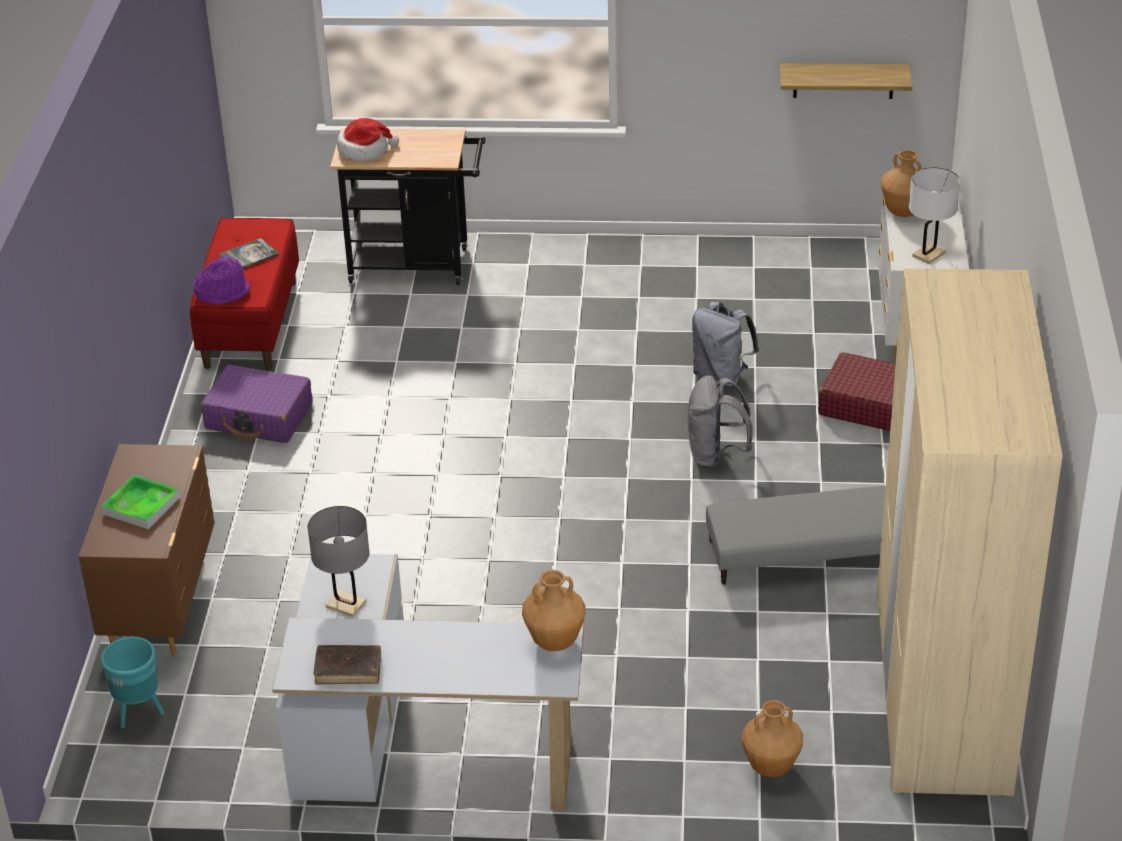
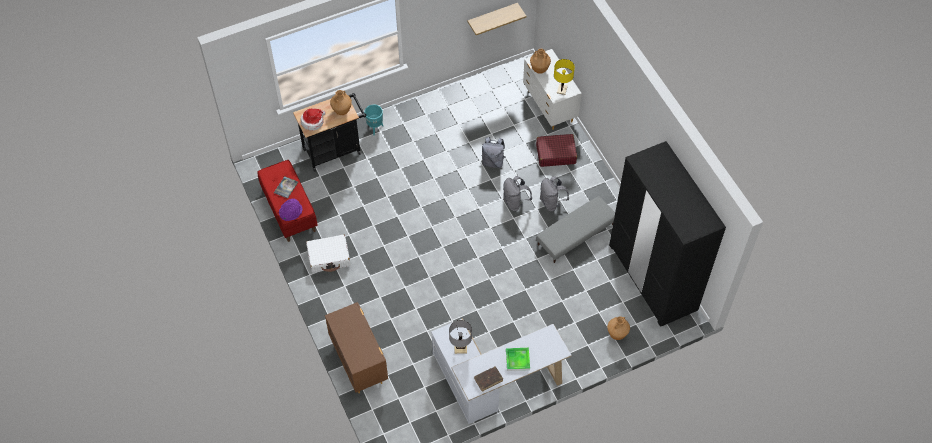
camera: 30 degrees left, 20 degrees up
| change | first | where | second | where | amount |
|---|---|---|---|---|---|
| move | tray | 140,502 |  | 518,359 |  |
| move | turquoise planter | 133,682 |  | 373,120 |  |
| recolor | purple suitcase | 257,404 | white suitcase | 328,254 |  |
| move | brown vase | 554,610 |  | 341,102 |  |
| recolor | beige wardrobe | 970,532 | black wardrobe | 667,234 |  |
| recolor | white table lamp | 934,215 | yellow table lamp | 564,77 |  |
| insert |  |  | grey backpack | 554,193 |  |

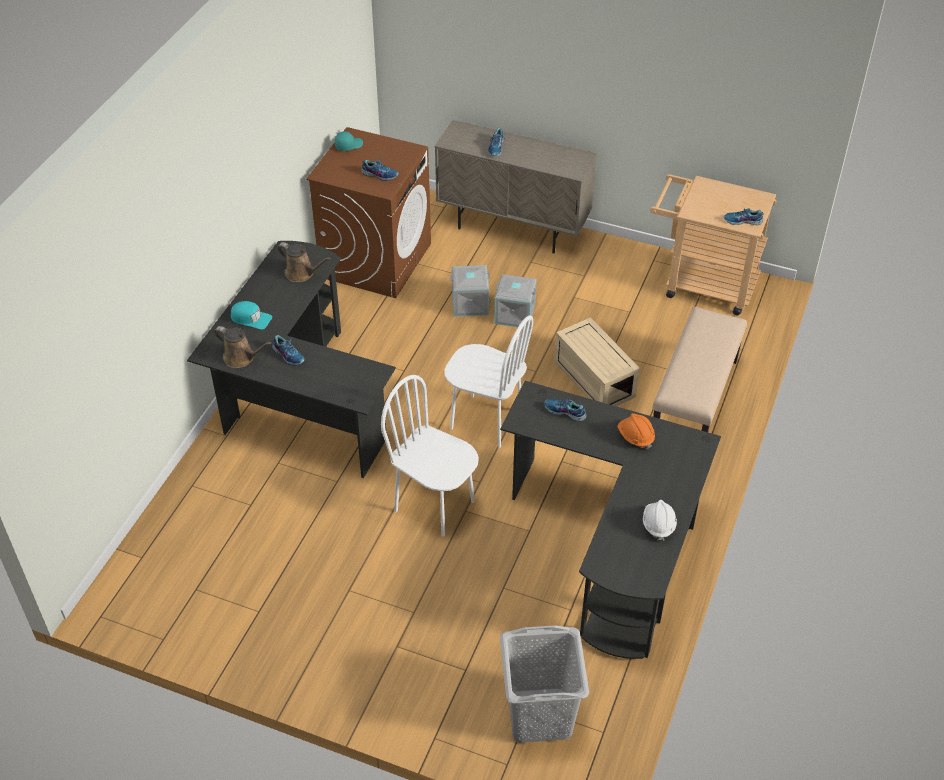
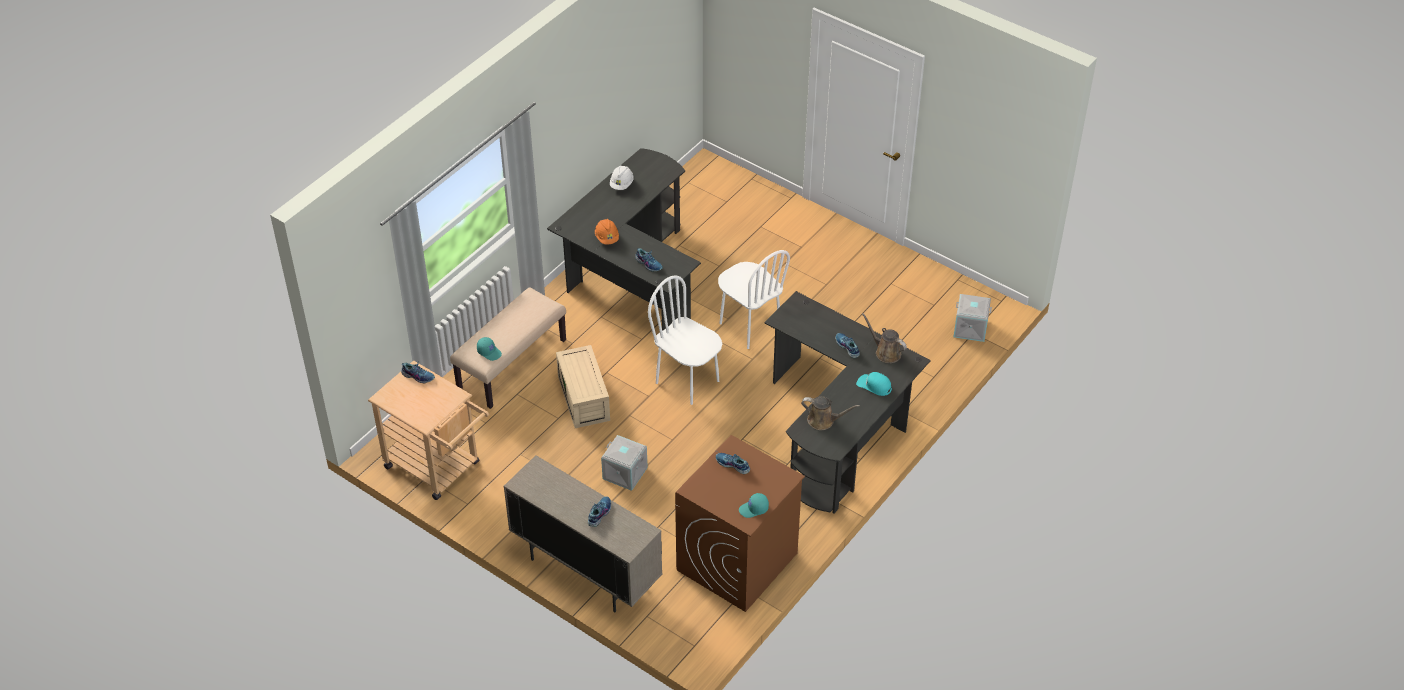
camera: 165 degrees left, 0 degrees up
| change | first | where | second | where | amount |
|---|---|---|---|---|---|
| rotate | brown watering can | 304,262 |  | 830,413 | 150 degrees clockwise |
| move | grey storage box | 470,291 |  | 972,318 |  |
| delete | grey laundry basket | 544,684 |  |  |  |
| insert |  |  | turquoise cap | 489,349 |  |

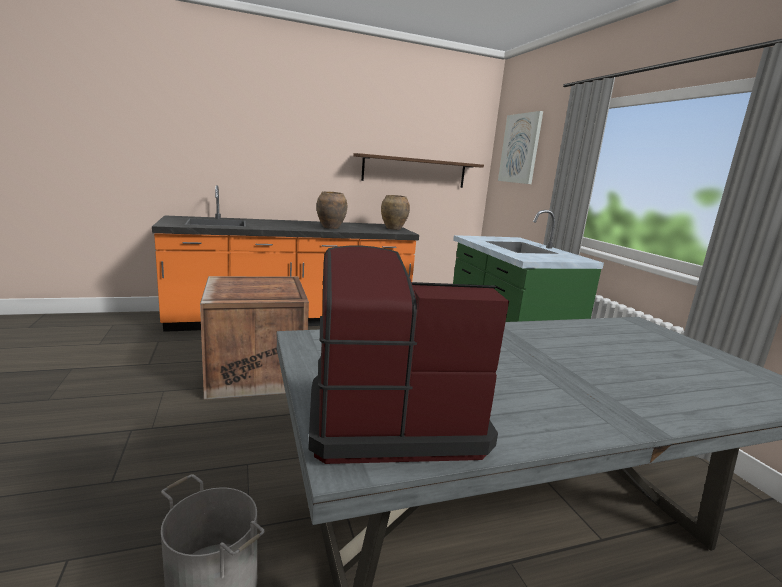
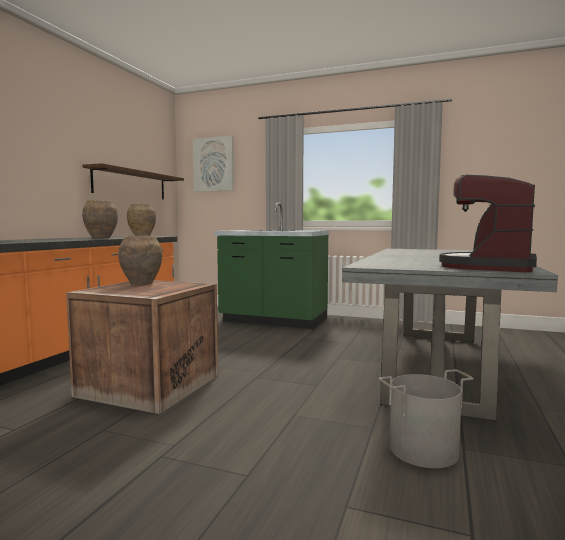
camera: 50 degrees left, 10 degrees down
| change | first | where | second | where | amount |
|---|---|---|---|---|---|
| insert |  |  | brown vase | 140,260 |  |

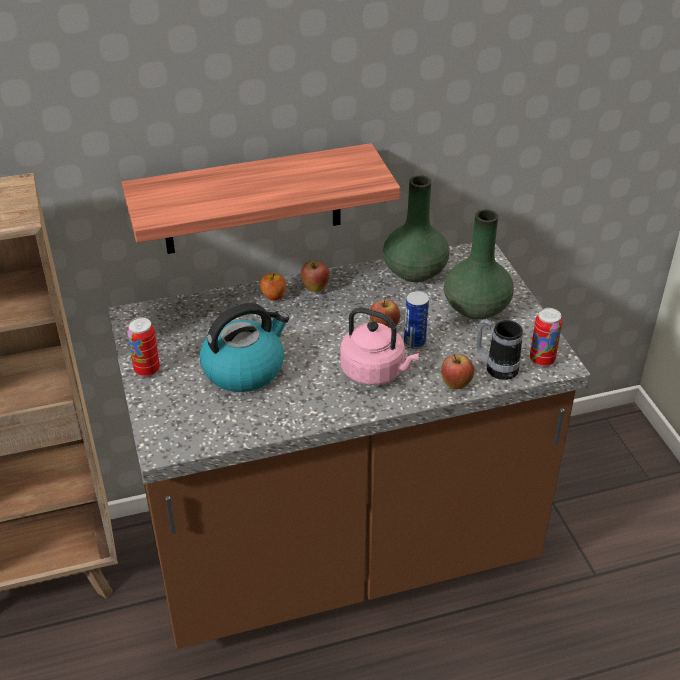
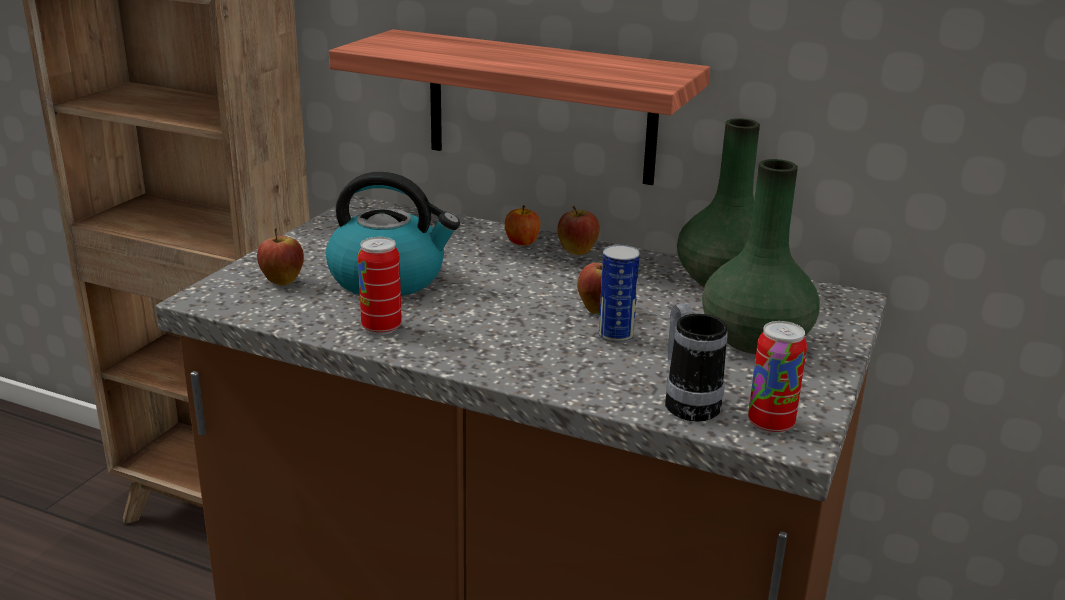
camera: 40 degrees right, 15 degrees down
| change | first | where | second | where | amount |
|---|---|---|---|---|---|
| move | can | 143,347 |  | 380,286 |  |
| delete | pink kettle | 379,346 |  |  |  |
| move | apple | 457,371 |  | 280,257 |  |

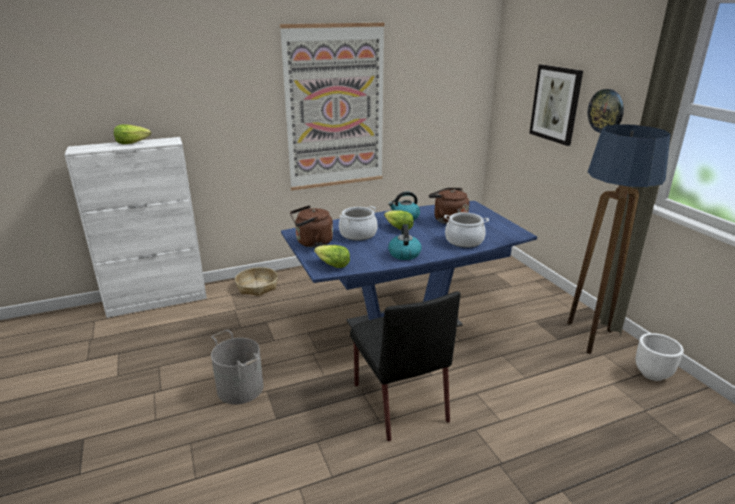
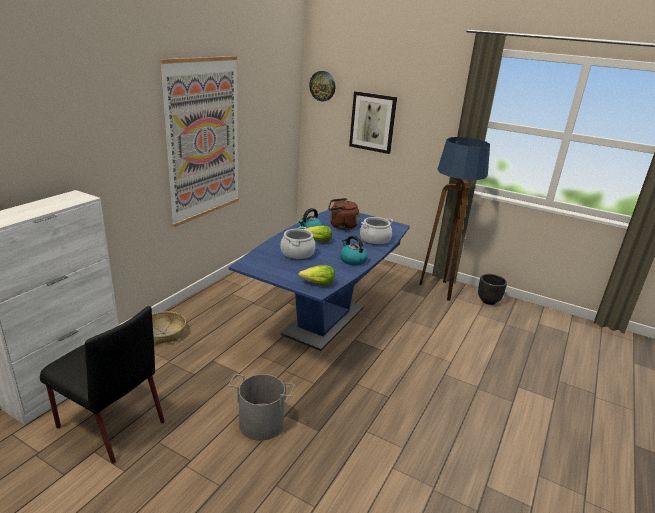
camera: 40 degrees left, 0 degrees up
| change | first | where | second | where | amount |
|---|---|---|---|---|---|
| delete | lettuce | 132,134 |  |  |  |
| delete | brown kettle | 311,226 |  |  |  |
| move | black chair | 405,366 |  | 102,385 |  |
| move | wall clock | 606,111 |  | 322,86 |  |
| recolor | white planter | 660,357 | black planter | 492,289 |  |

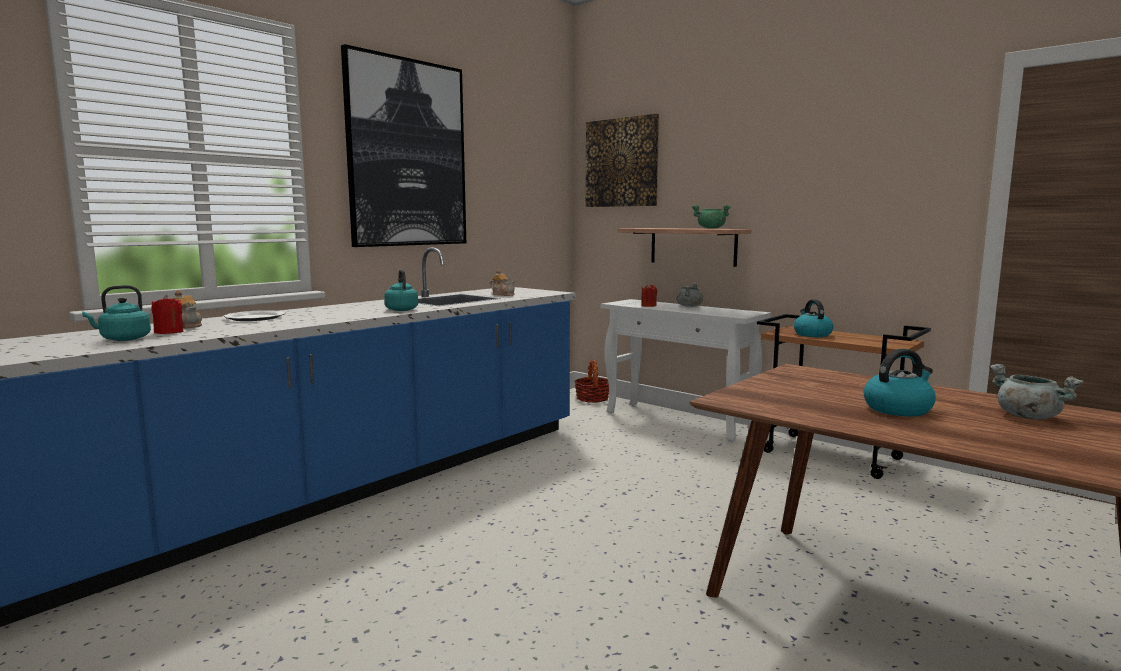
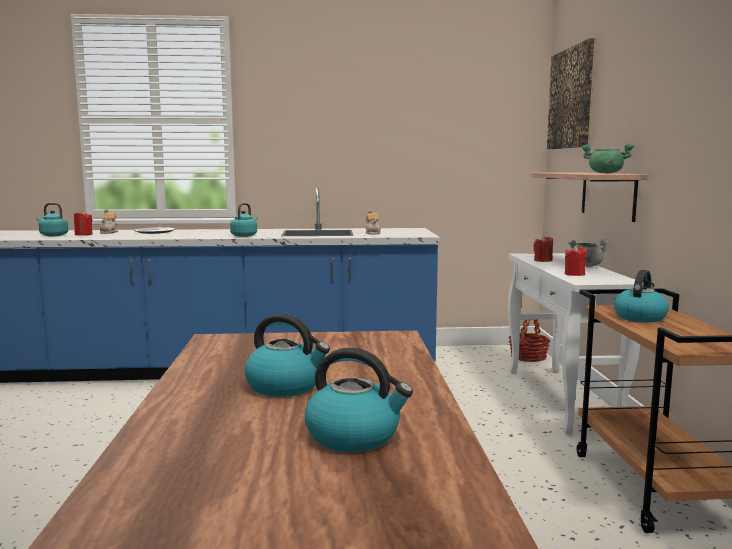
camera: 45 degrees right, 0 degrees up
| change | first | where | second | where | amount |
|---|---|---|---|---|---|
| delete | picture | 403,145 |  |  |  |
| replace | grey cooking pot | 1036,392 | kettle | 359,400 |  |
| insert |  |  | red candle | 576,260 |  |

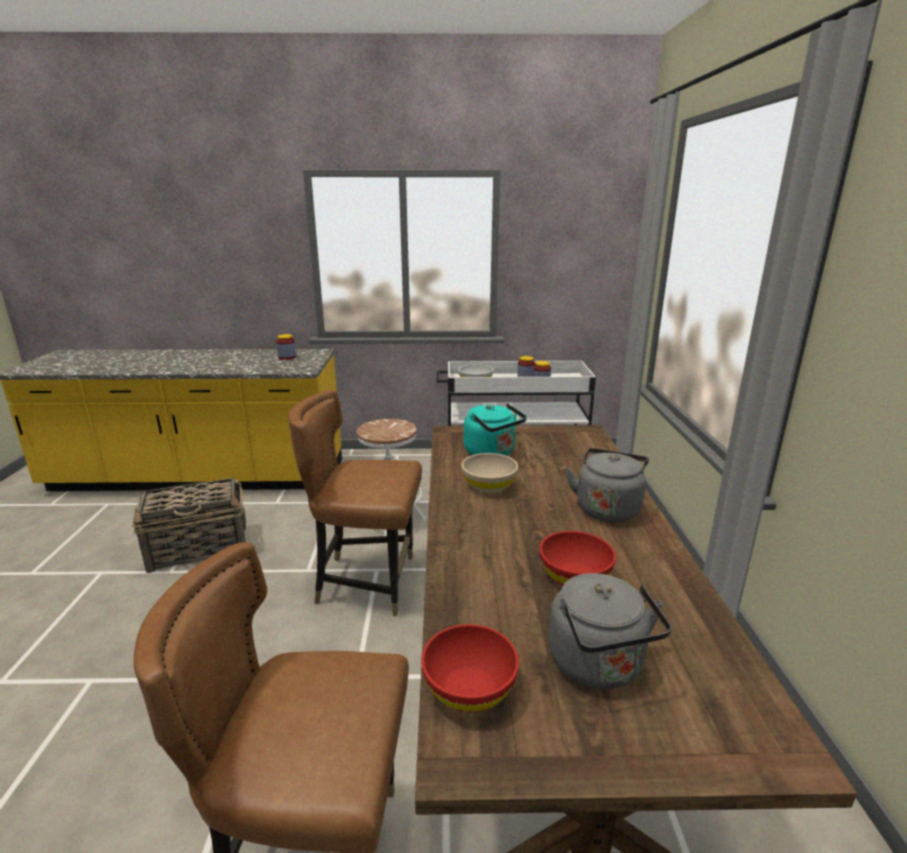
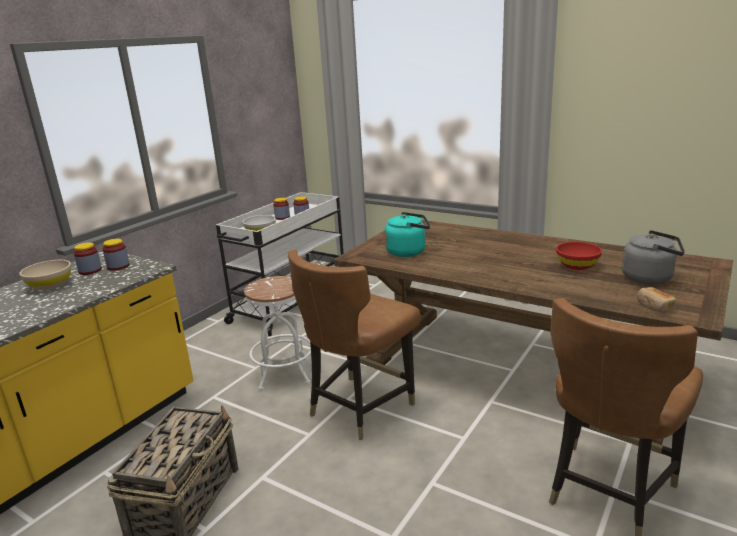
camera: 55 degrees left, 0 degrees up
| change | first | where | second | where | amount |
|---|---|---|---|---|---|
| replace | red bowl | 470,668 | bread | 656,300 |  |
| move | beige bowl | 490,473 |  | 45,275 |  |
| delete | grey kettle | 607,485 |  |  |  |
| insert |  |  | jar | 116,255 |  |

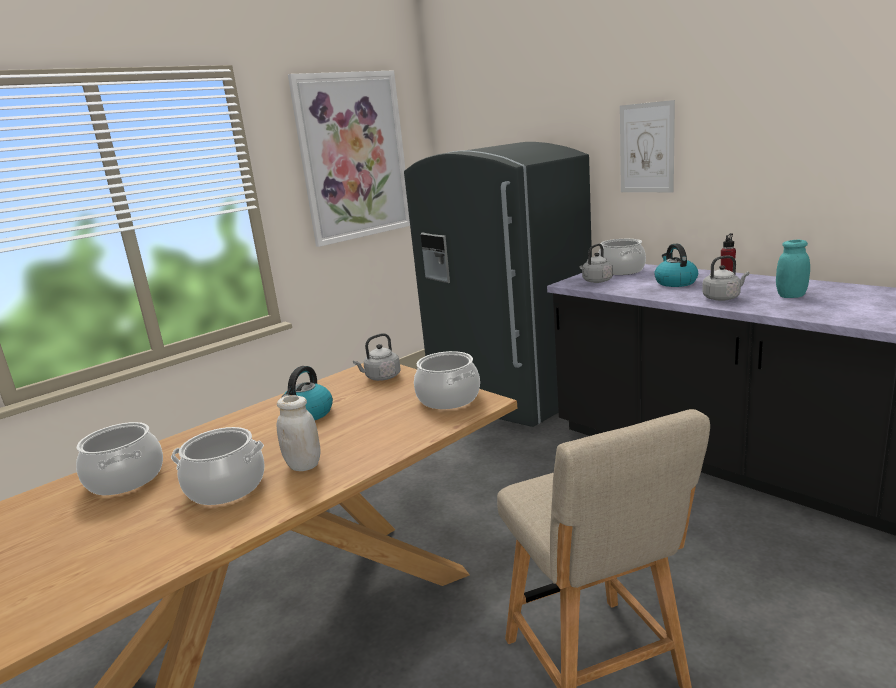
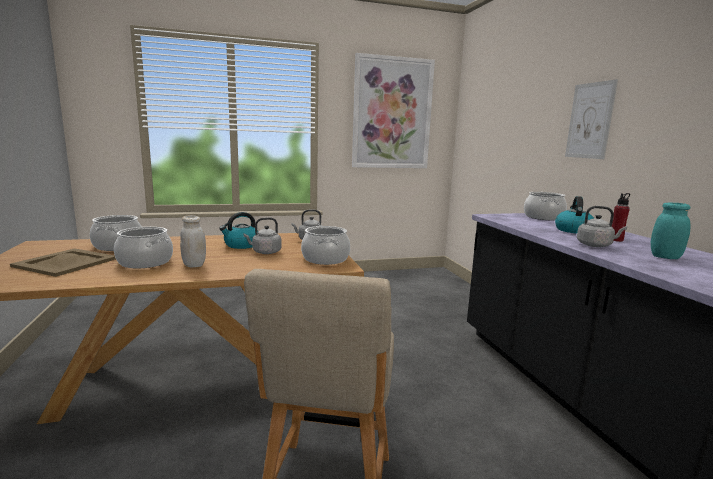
camera: 25 degrees right, 5 degrees down
| change | first | where | second | where | amount |
|---|---|---|---|---|---|
| delete | grey fridge | 498,284 |  |  |  |
| move | grey kettle | 596,263 |  | 263,235 |  |
| insert |  |  | beige tray | 63,262 |  |

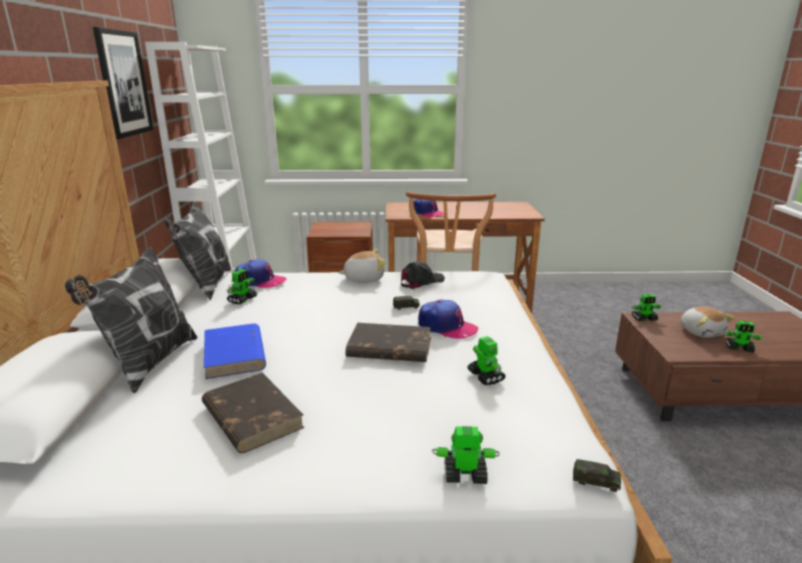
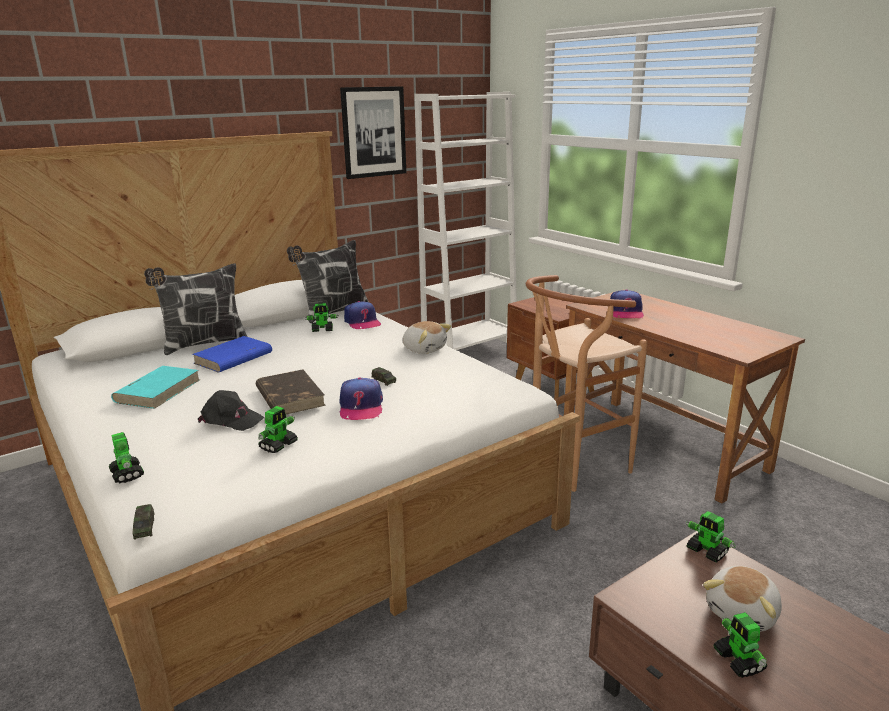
camera: 55 degrees right, 0 degrees up
| change | first | where | second | where | amount |
|---|---|---|---|---|---|
| recolor | brown book | 253,413 | turquoise book | 155,387 |  |
| move | black cap | 423,275 |  | 231,410 |  |

